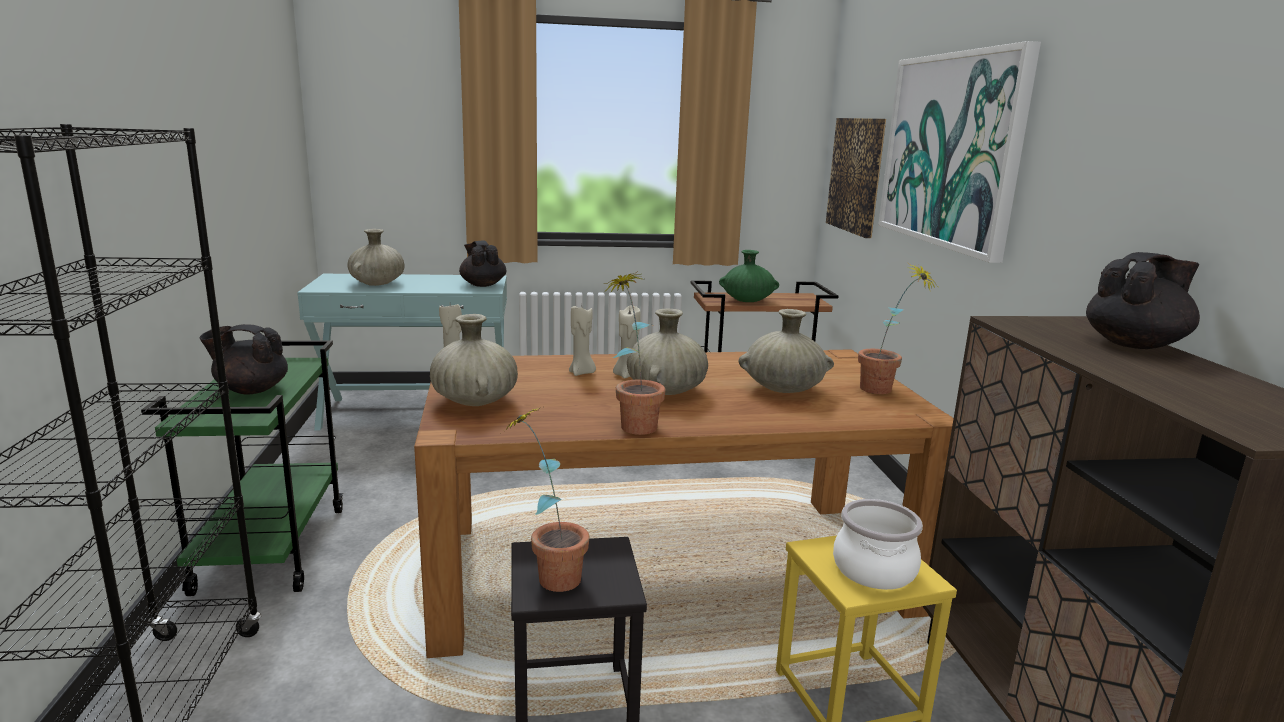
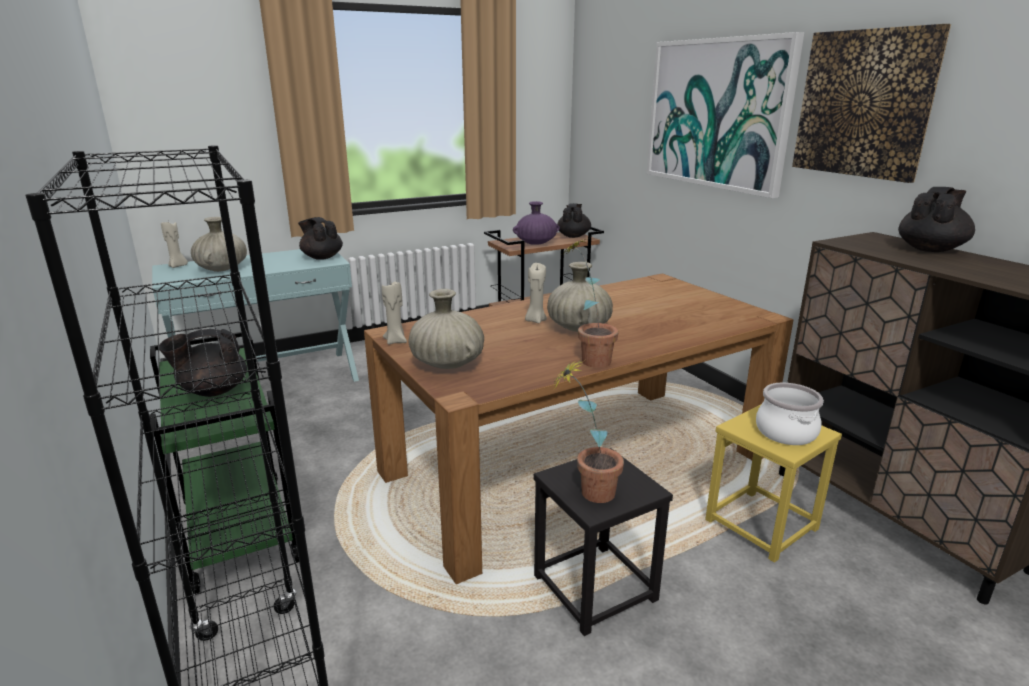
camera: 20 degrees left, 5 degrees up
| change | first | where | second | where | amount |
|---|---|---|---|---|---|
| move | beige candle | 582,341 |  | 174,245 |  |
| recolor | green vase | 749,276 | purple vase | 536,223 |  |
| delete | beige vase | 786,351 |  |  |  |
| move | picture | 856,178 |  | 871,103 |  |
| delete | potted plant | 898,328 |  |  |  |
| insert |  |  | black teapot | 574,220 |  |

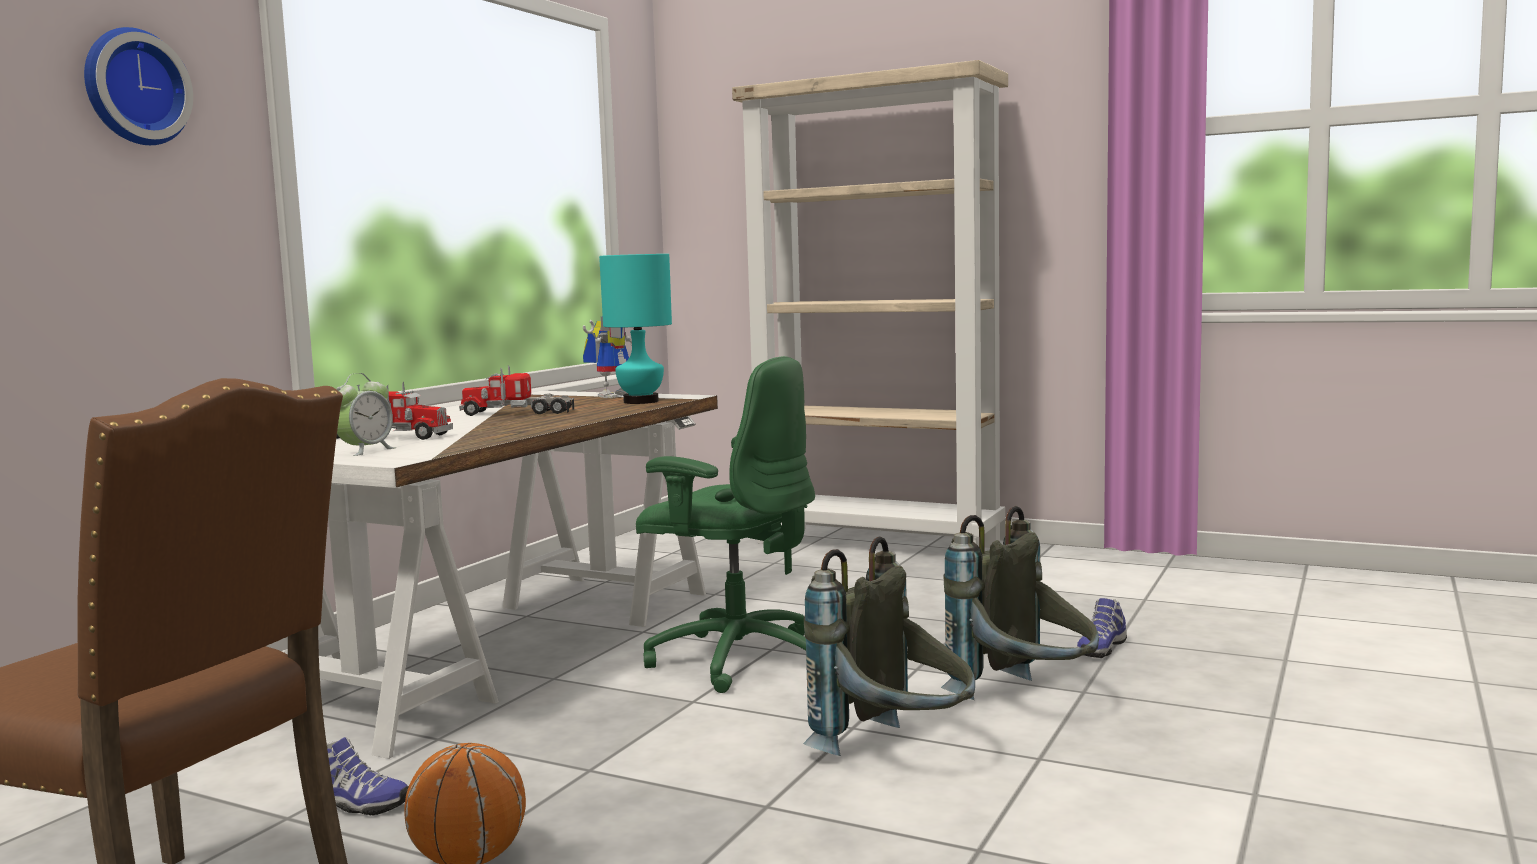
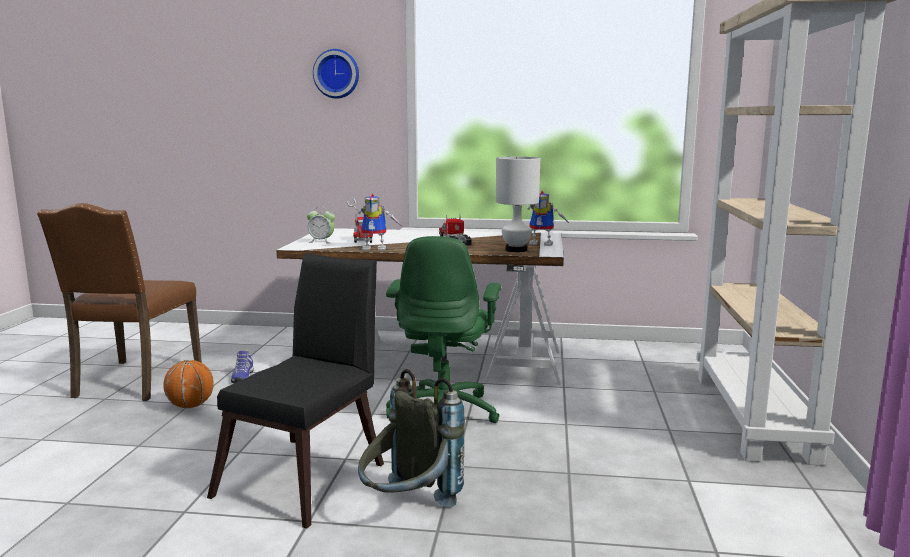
camera: 70 degrees right, 5 degrees up
| change | first | where | second | where | amount |
|---|---|---|---|---|---|
| recolor | turquoise table lamp | 635,329 | white table lamp | 518,204 |  |
| replace | grey backpack | 889,646 | black chair | 295,391 |  |
| delete | shoe | 1102,628 |  |  |  |
| insert |  |  | toy robot | 375,221 |  |

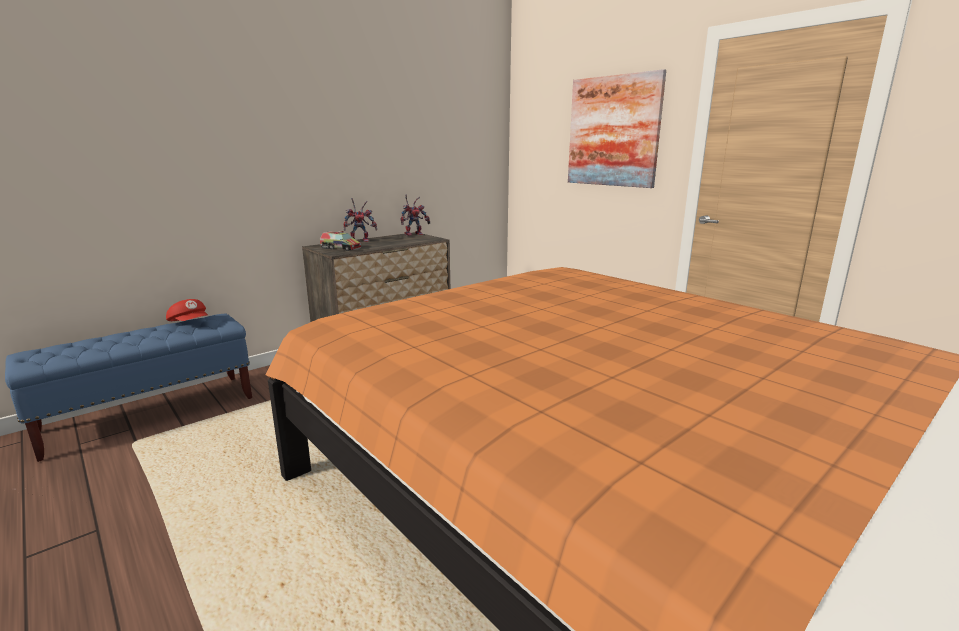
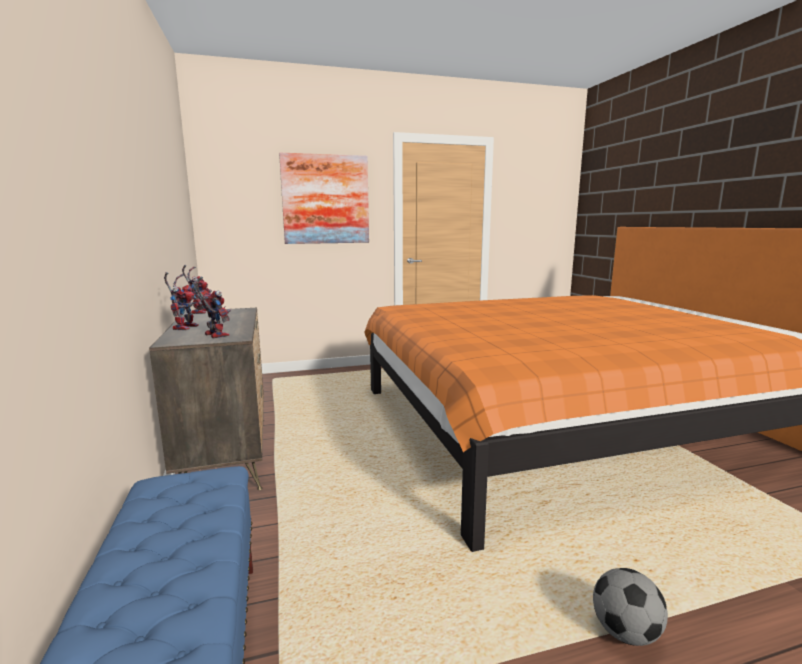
camera: 65 degrees left, 5 degrees down
| change | first | where | second | where | amount |
|---|---|---|---|---|---|
| delete | red cap | 187,310 |  |  |  |
| replace | toy truck | 340,241 | toy robot | 212,308 |  |
| insert |  |  | football | 630,607 |  |

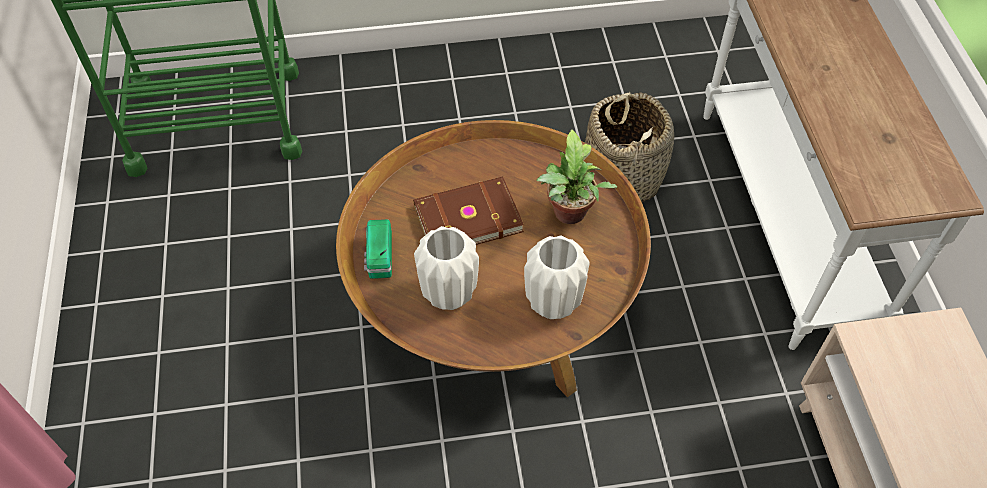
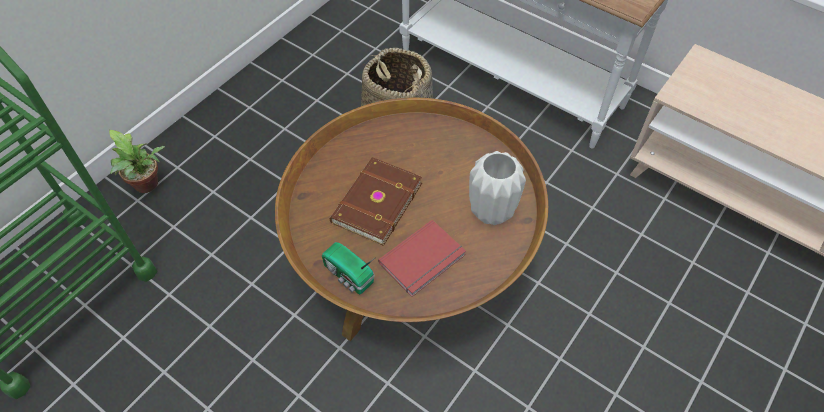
camera: 45 degrees left, 0 degrees up
| change | first | where | second | where | amount |
|---|---|---|---|---|---|
| replace | white vase | 446,268 | red book | 422,258 |  |
| move | potted plant | 576,176 |  | 137,161 |  |

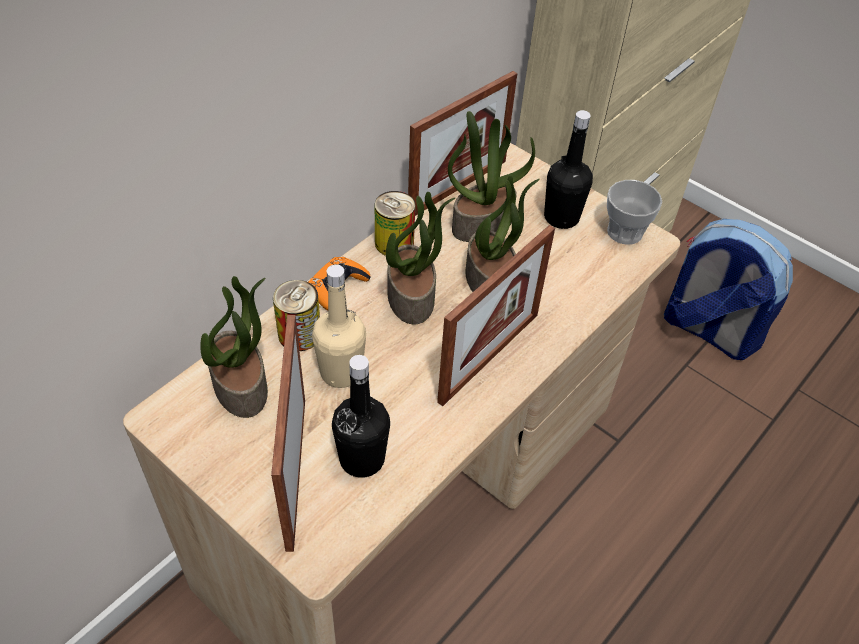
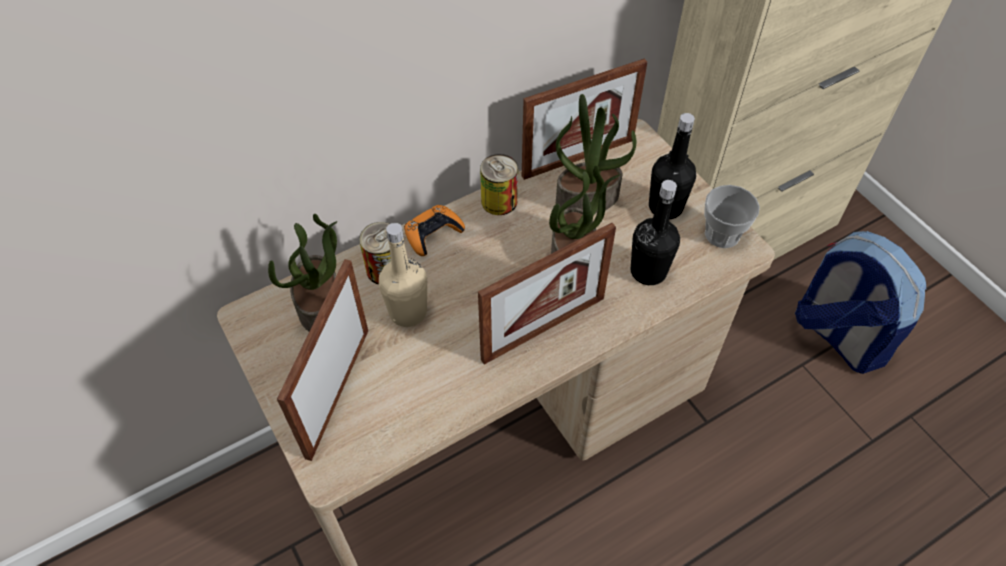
camera: 20 degrees right, 5 degrees up
| change | first | where | second | where | amount |
|---|---|---|---|---|---|
| move | black bottle | 361,416 |  | 655,232 |  |
| delete | potted plant | 421,258 |  |  |  |

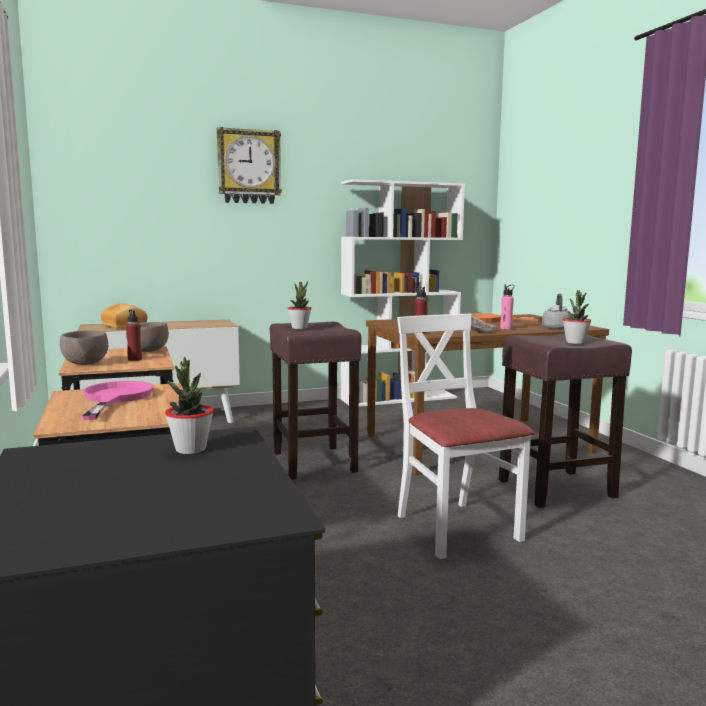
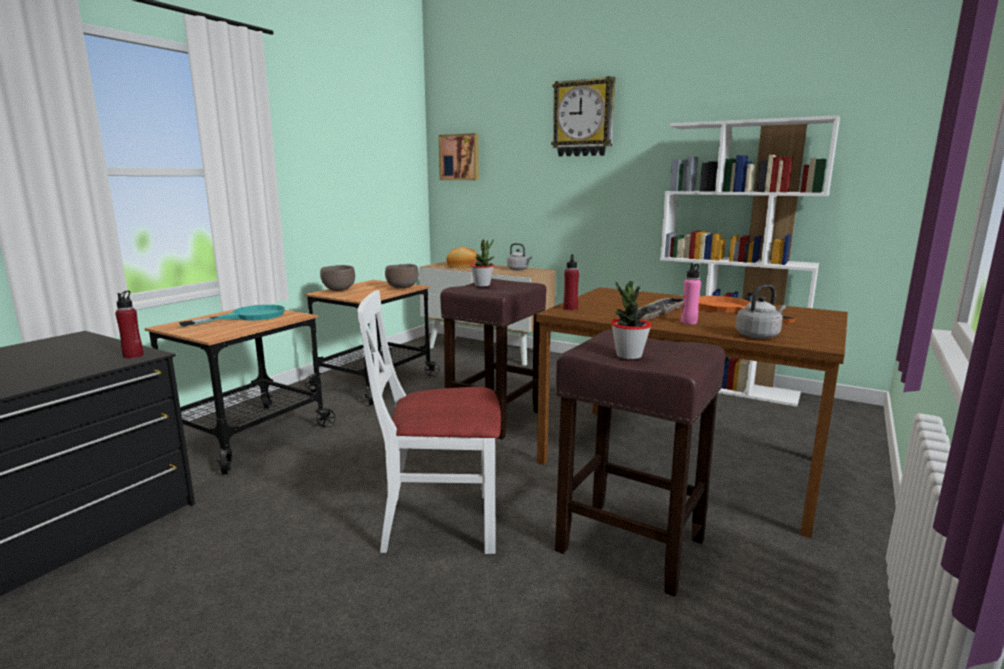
camera: 50 degrees right, 5 degrees up
| change | first | where | second | where | amount |
|---|---|---|---|---|---|
| recolor | pink frying pan | 118,400 | turquoise frying pan | 231,316 |  |
| move | red bottle | 134,335 |  | 129,325 |  |
| delete | potted plant | 189,405 |  |  |  |
| rotate | white chair | 466,436 |  | 429,422 | 120 degrees counterclockwise |
| insert |  |  | picture | 459,156 |  |
| insert |  |  | grey kettle | 519,256 |  |

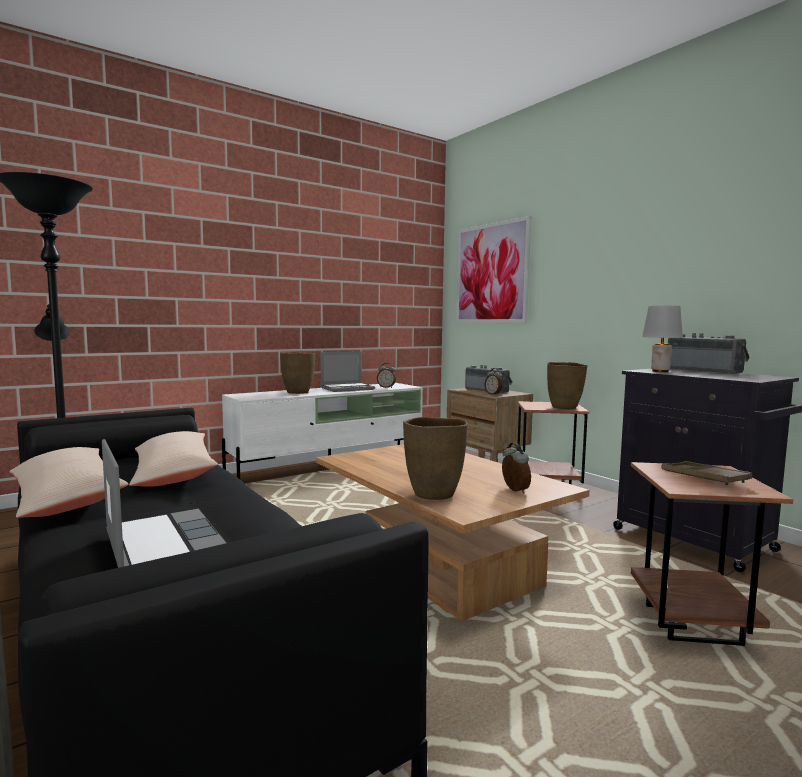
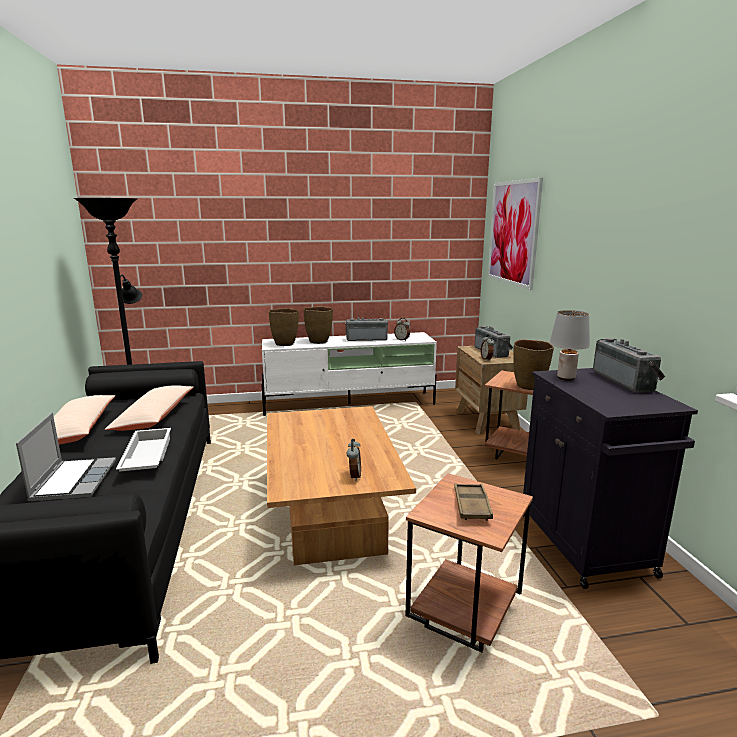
camera: 25 degrees right, 10 degrees up
| change | first | where | second | where | amount |
|---|---|---|---|---|---|
| replace | laptop | 347,371 | radio | 366,329 |  |
| move | brown vase | 435,458 |  | 284,327 |  |
| insert |  |  | white tray | 143,450 |  |

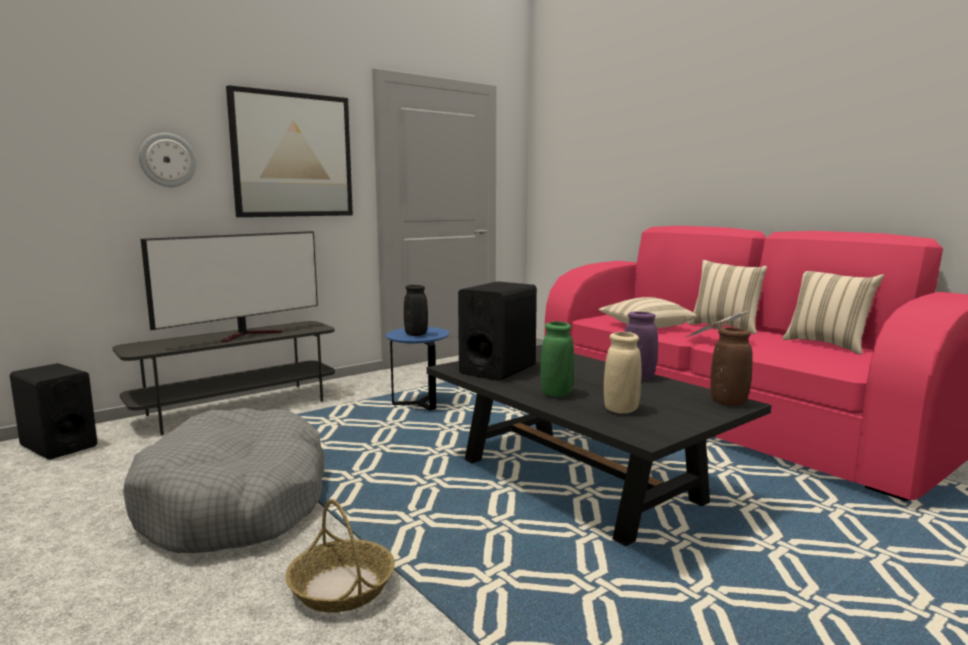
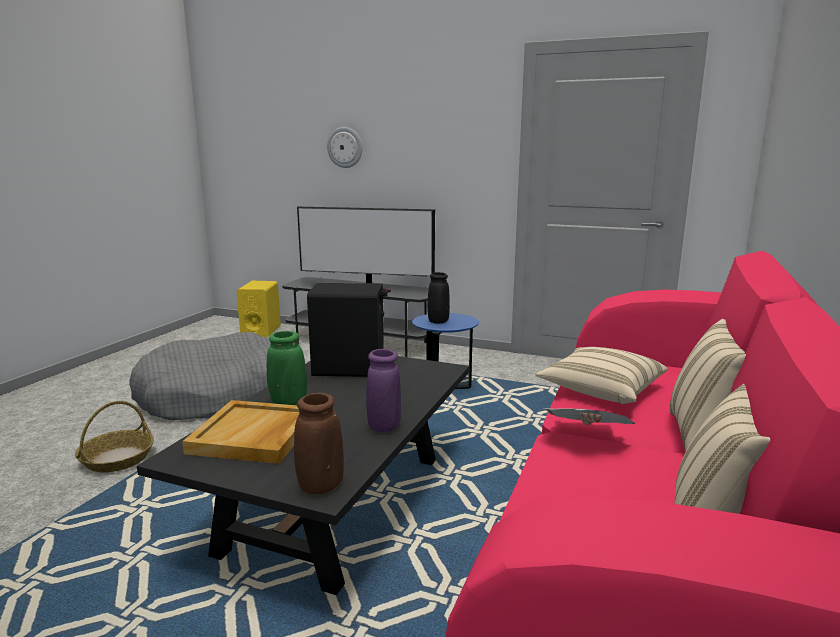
camera: 60 degrees right, 5 degrees up
| change | first | where | second | where | amount |
|---|---|---|---|---|---|
| recolor | black speaker | 53,411 | yellow speaker | 258,309 |  |
| delete | picture | 289,151 |  |  |  |
| replace | beige vase | 622,372 | beige tray | 241,432 |  |

